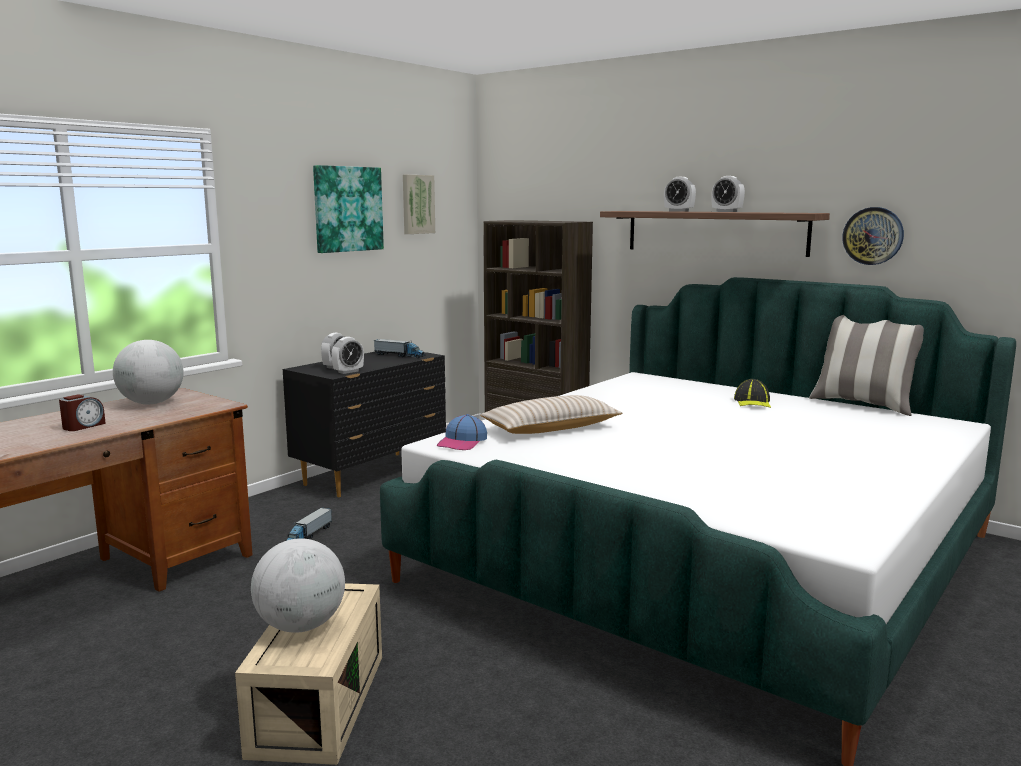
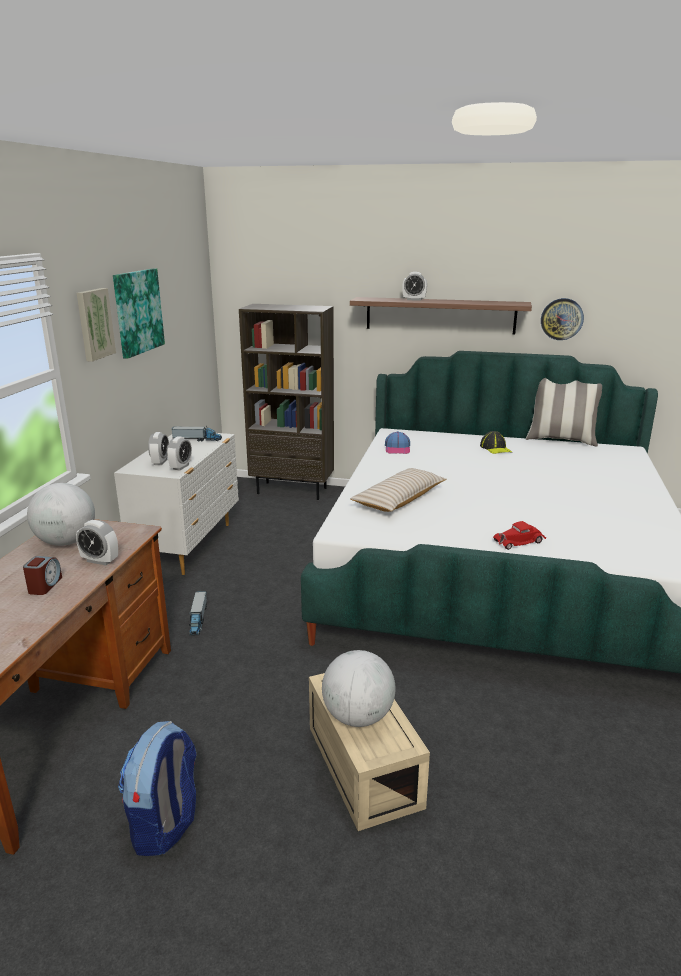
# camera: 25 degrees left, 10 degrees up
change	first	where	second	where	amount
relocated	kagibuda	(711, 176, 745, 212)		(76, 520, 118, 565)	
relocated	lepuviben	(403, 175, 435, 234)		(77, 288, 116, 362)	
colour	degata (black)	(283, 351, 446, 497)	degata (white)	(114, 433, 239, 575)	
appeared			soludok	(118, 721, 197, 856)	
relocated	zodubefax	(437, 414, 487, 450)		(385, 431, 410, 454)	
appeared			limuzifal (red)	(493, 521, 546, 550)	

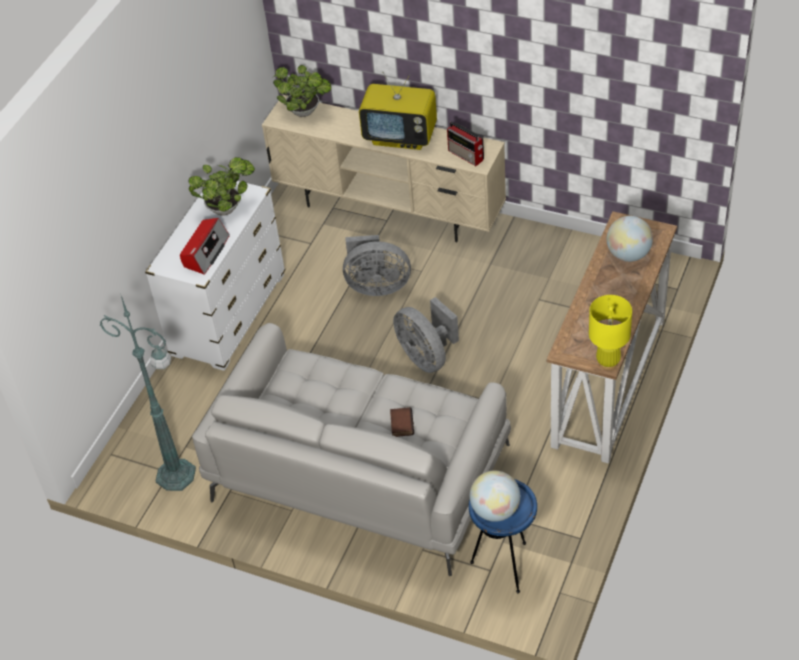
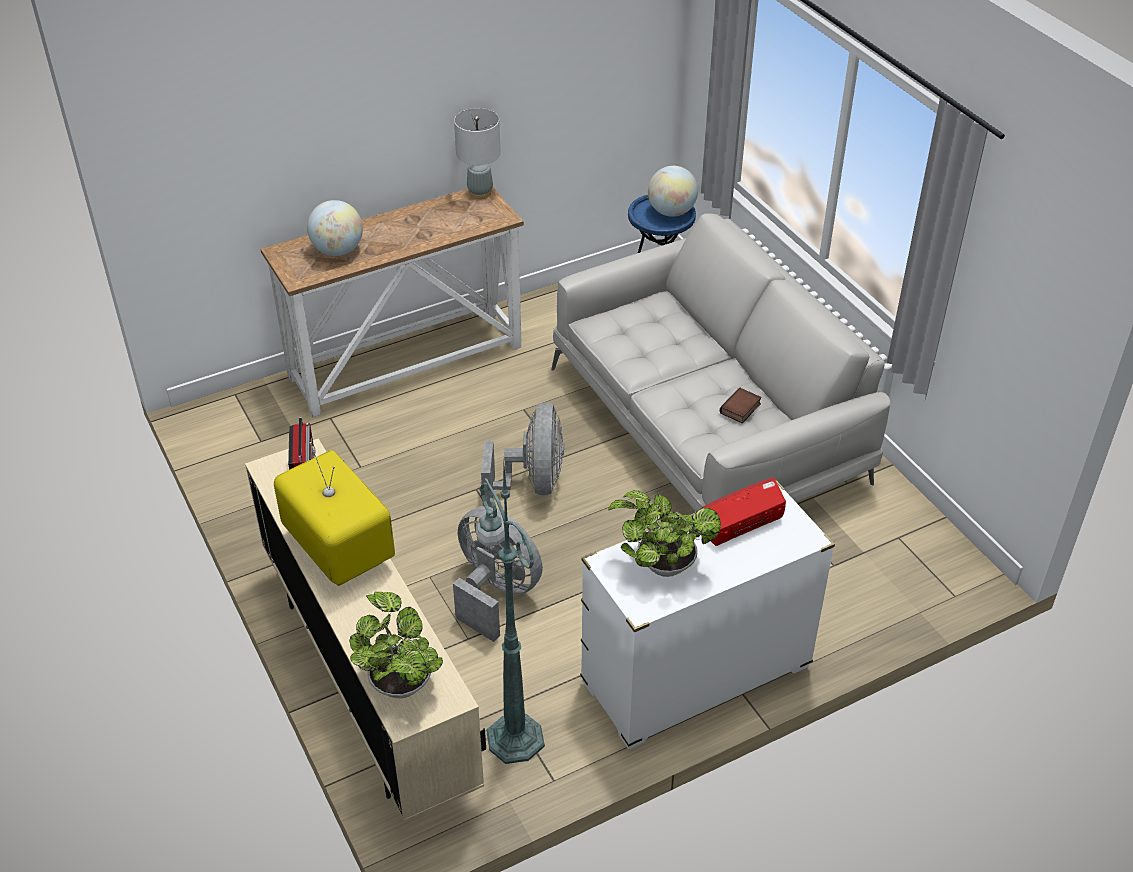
# camera: 145 degrees left, 5 degrees down
change	first	where	second	where	amount
colour	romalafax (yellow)	(589, 295, 632, 370)	romalafax (grey)	(454, 108, 501, 199)	
relocated	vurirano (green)	(100, 293, 196, 491)		(476, 465, 545, 764)	
relocated	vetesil	(390, 407, 414, 437)		(720, 387, 762, 423)	

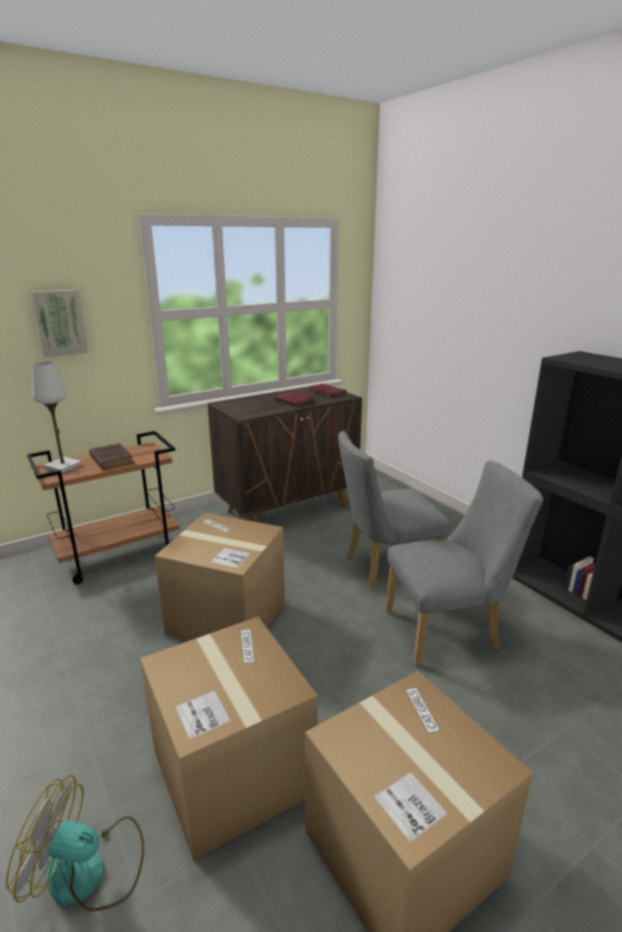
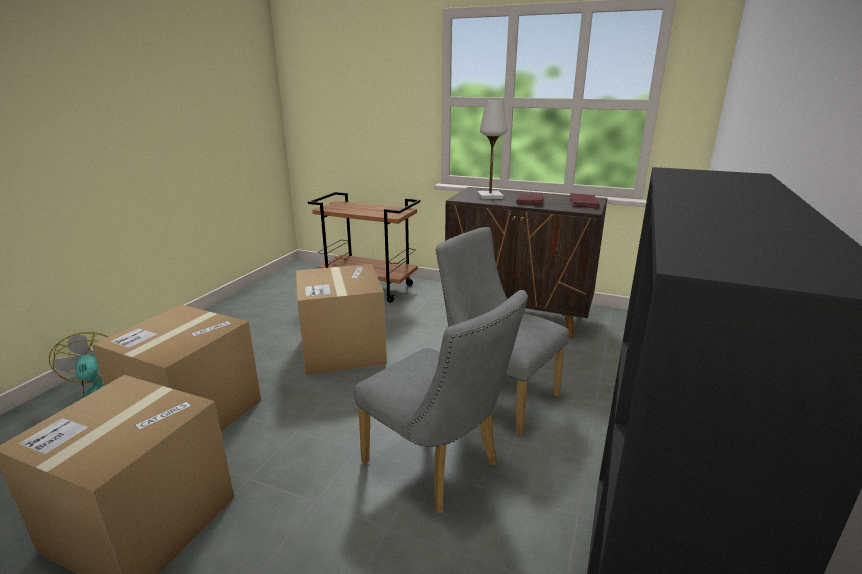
# camera: 55 degrees right, 0 degrees up
change	first	where	second	where	amount
relocated	romalafax (white)	(32, 361, 82, 473)		(477, 99, 507, 200)	
missing	lepuviben	(31, 290, 88, 357)			
missing	vetesil (brown)	(89, 443, 134, 470)			

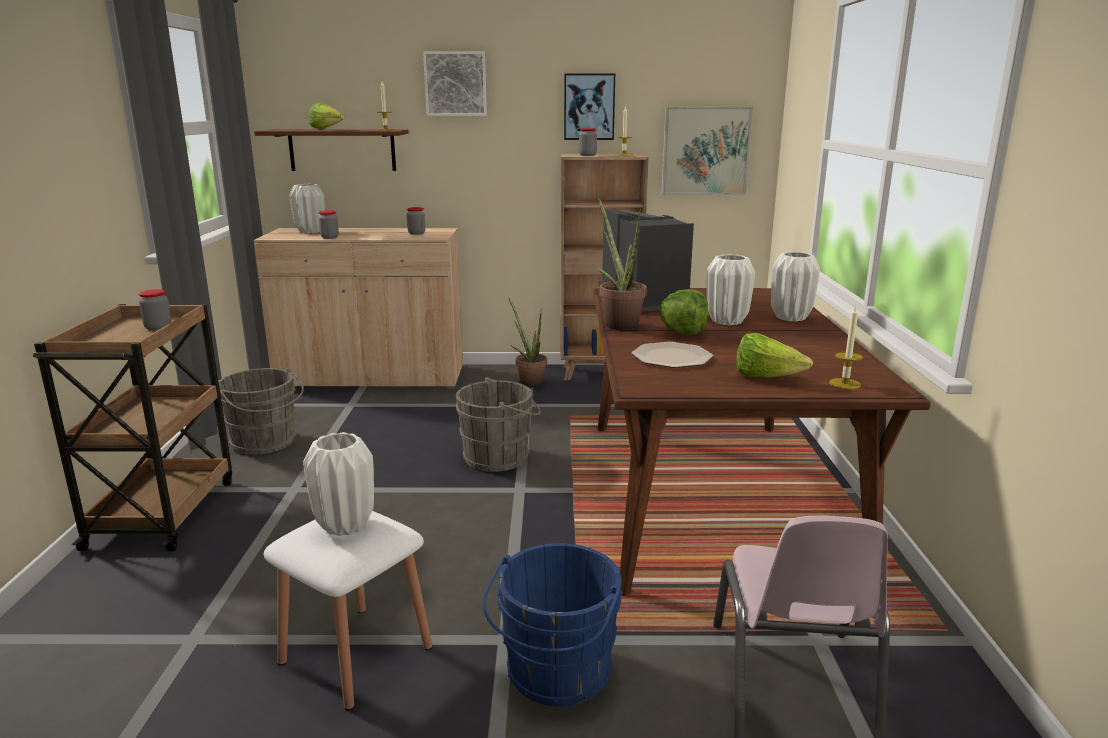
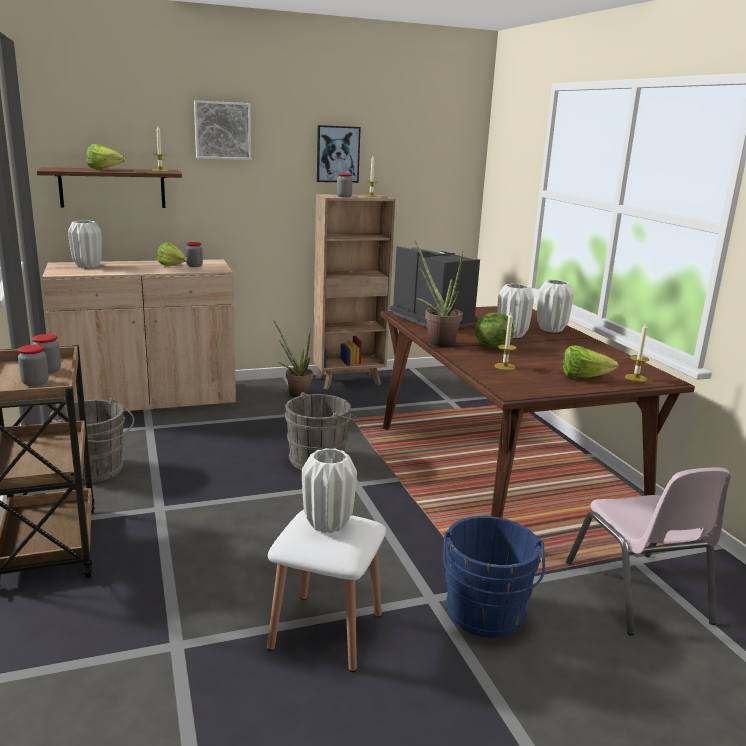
# camera: 20 degrees left, 0 degrees up
change	first	where	second	where	amount
relocated	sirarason	(319, 210, 339, 239)		(18, 345, 49, 386)	
appeared			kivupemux	(157, 242, 187, 266)	
exchanged	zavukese	(632, 342, 713, 368)	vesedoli	(494, 313, 516, 370)	
missing	lepuviben	(662, 107, 753, 195)			

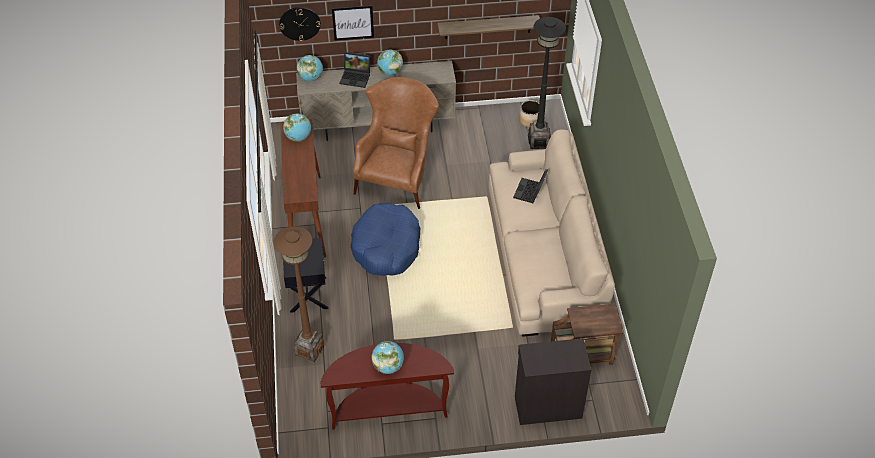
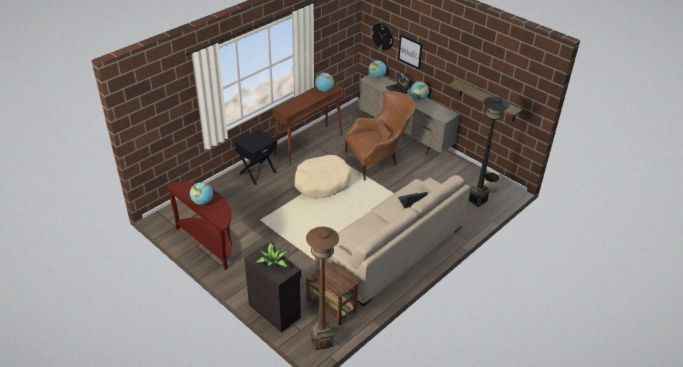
# camera: 50 degrees right, 10 degrees down
change	first	where	second	where	amount
appeared			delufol	(255, 242, 289, 268)	
colour	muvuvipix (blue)	(351, 203, 420, 276)	muvuvipix (beige)	(294, 155, 352, 198)	
relocated	vurirano (brown)	(274, 226, 324, 362)		(306, 227, 339, 350)	

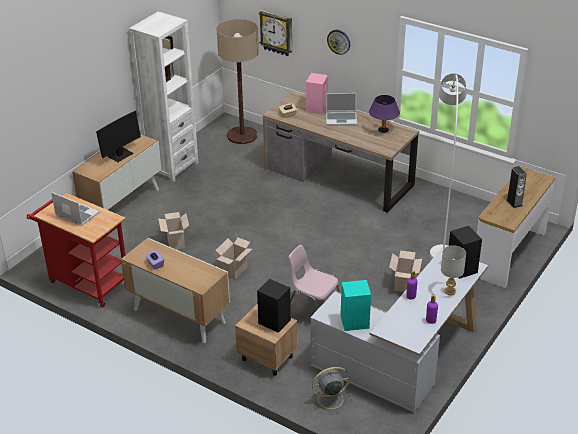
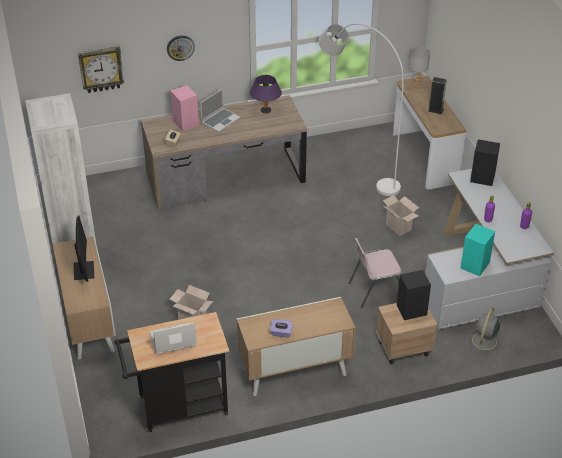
# camera: 50 degrees left, 5 degrees up
change	first	where	second	where	amount
colour	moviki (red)	(27, 193, 125, 307)	moviki (black)	(114, 312, 229, 432)	
relocated	romalafax (grey)	(441, 245, 466, 295)		(410, 47, 430, 88)	
missing	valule	(216, 238, 252, 279)			
missing	vurirano	(217, 19, 259, 144)			

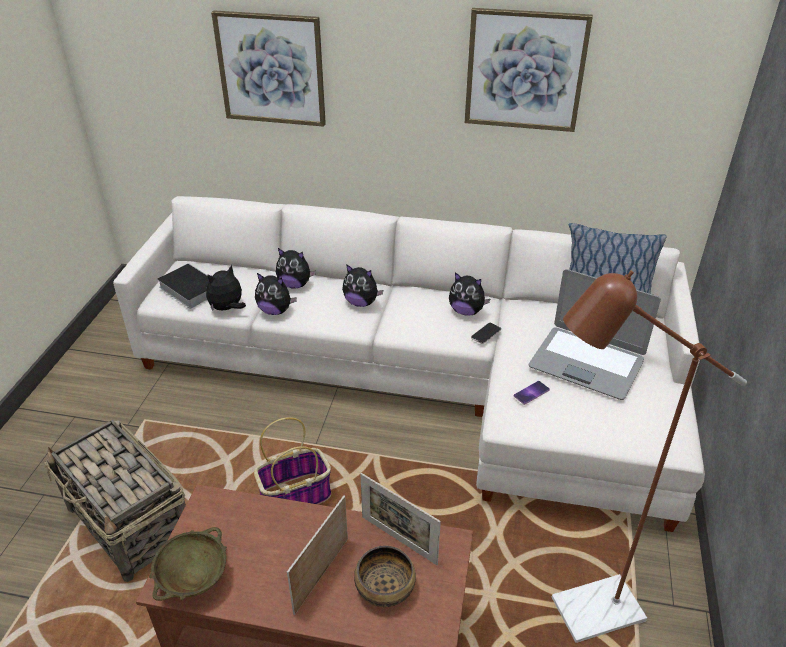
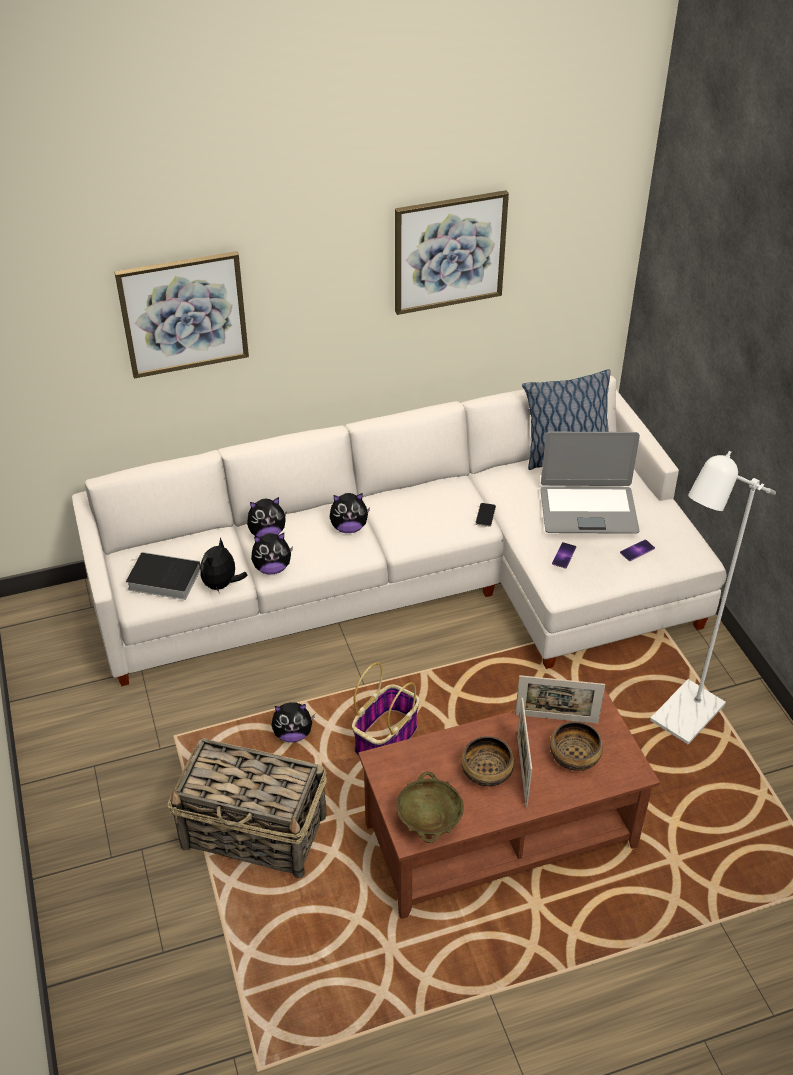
# camera: 30 degrees left, 5 degrees up
change	first	where	second	where	amount
relocated	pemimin	(449, 272, 490, 316)		(272, 702, 315, 742)	
appeared			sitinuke	(461, 736, 514, 786)	
appeared			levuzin	(620, 539, 655, 561)	
colour	vurirano (brown)	(552, 271, 747, 643)	vurirano (white)	(650, 451, 776, 744)	

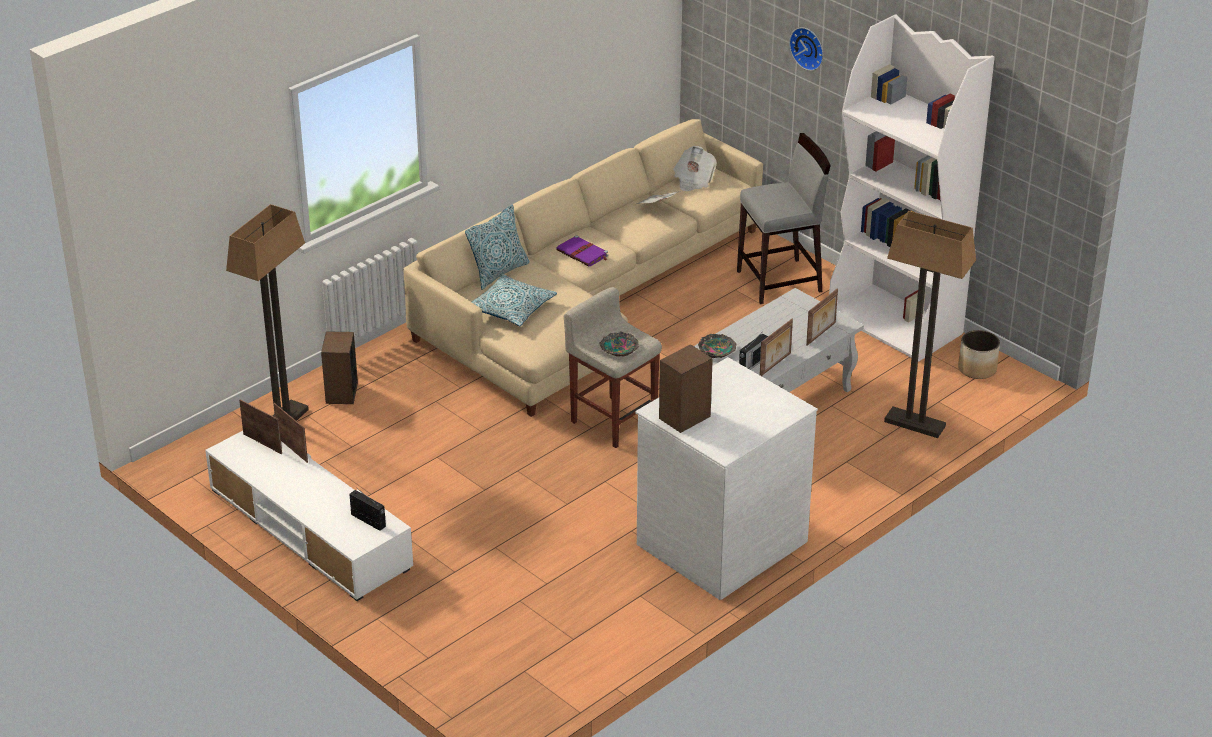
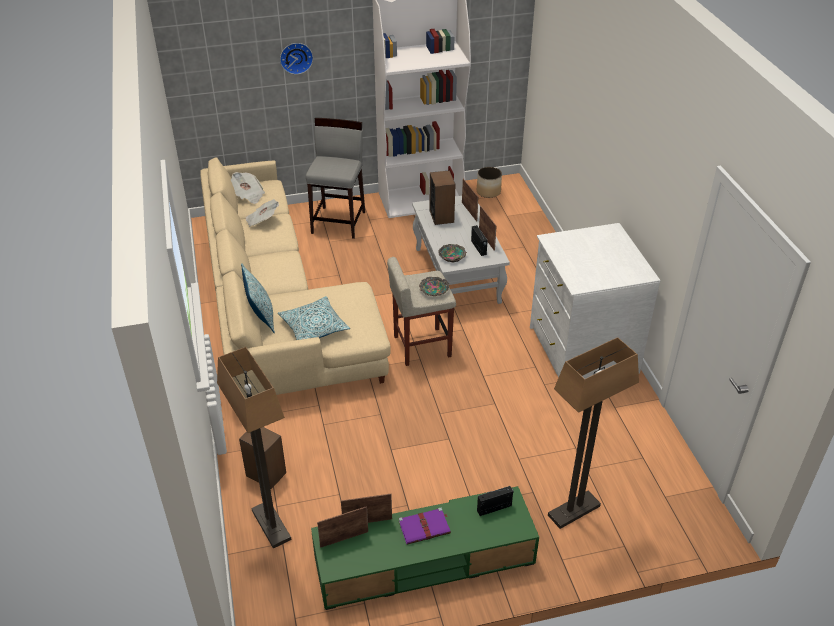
# camera: 60 degrees left, 5 degrees up
change	first	where	second	where	amount
colour	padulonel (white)	(205, 431, 413, 601)	padulonel (green)	(311, 486, 539, 610)	
relocated	vetesil (purple)	(556, 235, 608, 267)		(399, 508, 451, 544)	
relocated	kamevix	(659, 344, 713, 433)		(429, 170, 455, 225)	
relocated	vurirano	(884, 211, 976, 438)		(548, 337, 639, 529)	

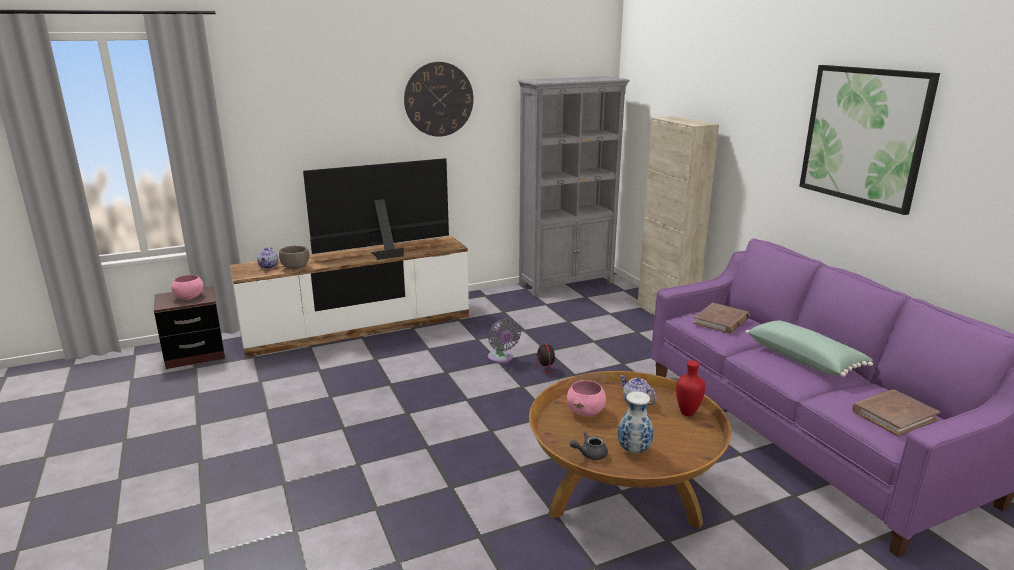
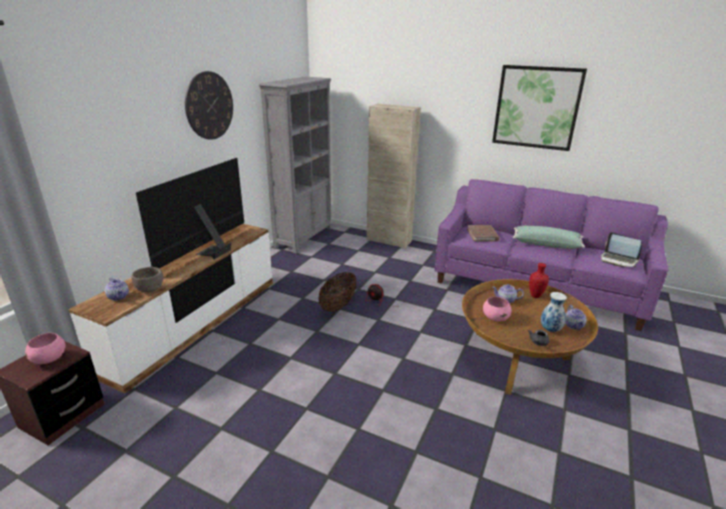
# camera: 40 degrees left, 5 degrees up
change	first	where	second	where	amount
exchanged	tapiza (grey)	(488, 318, 521, 363)	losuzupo	(318, 272, 357, 312)	
appeared			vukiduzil	(565, 305, 587, 330)	
exchanged	vetesil (brown)	(852, 390, 940, 436)	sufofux	(601, 232, 642, 267)	

